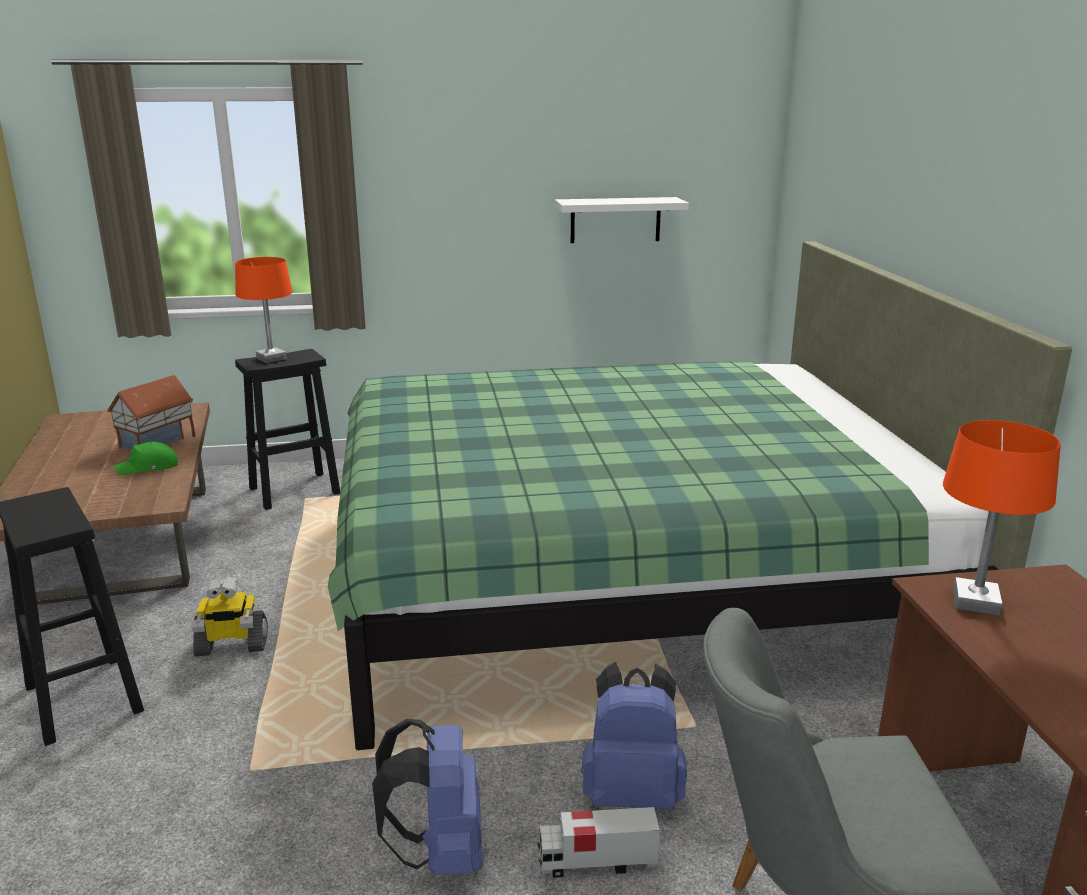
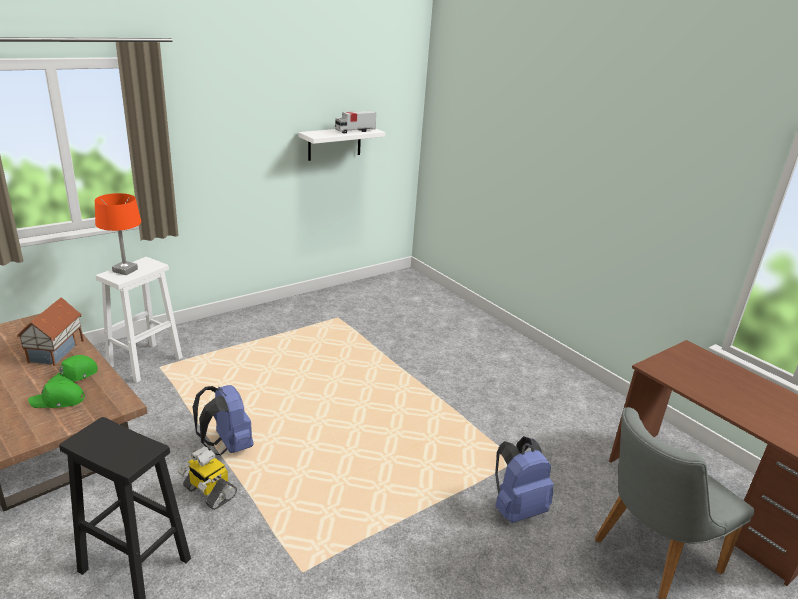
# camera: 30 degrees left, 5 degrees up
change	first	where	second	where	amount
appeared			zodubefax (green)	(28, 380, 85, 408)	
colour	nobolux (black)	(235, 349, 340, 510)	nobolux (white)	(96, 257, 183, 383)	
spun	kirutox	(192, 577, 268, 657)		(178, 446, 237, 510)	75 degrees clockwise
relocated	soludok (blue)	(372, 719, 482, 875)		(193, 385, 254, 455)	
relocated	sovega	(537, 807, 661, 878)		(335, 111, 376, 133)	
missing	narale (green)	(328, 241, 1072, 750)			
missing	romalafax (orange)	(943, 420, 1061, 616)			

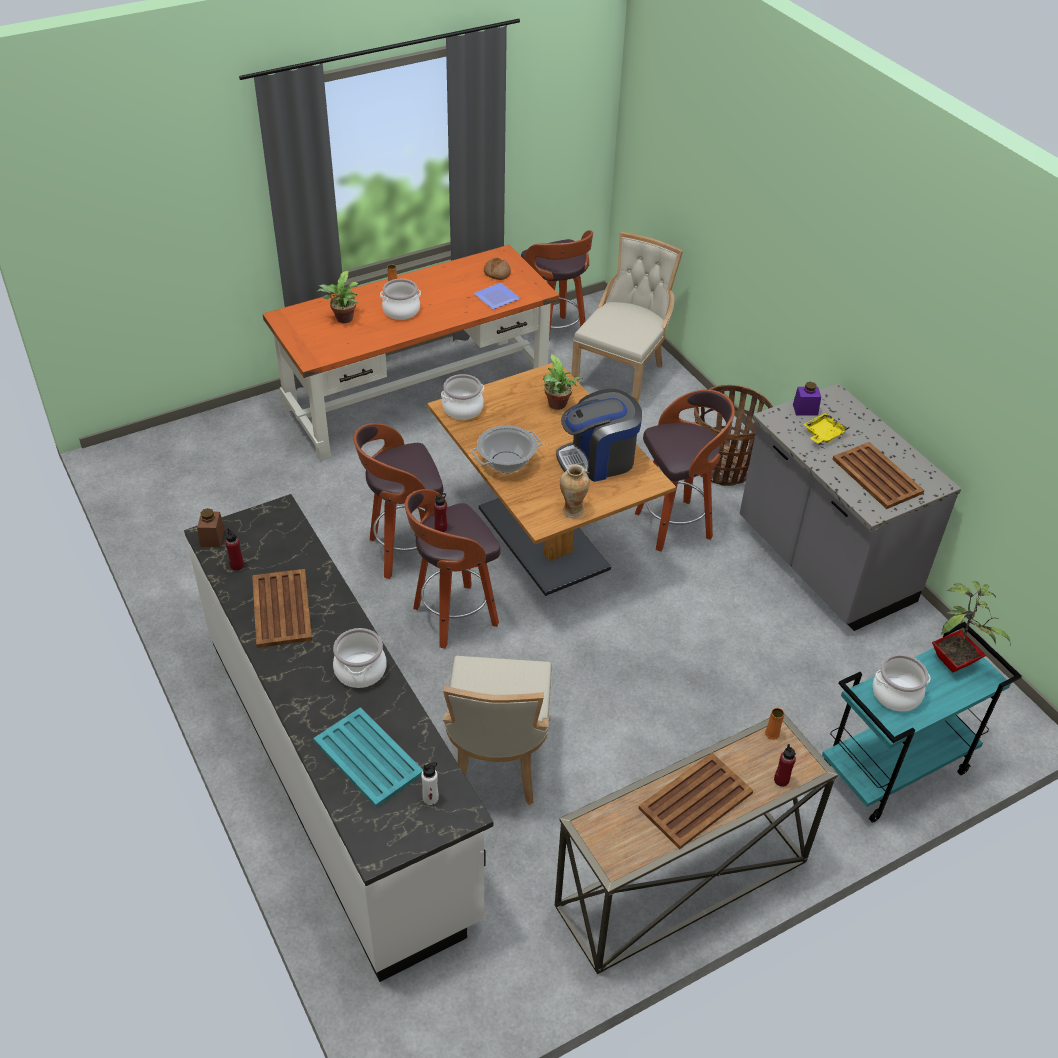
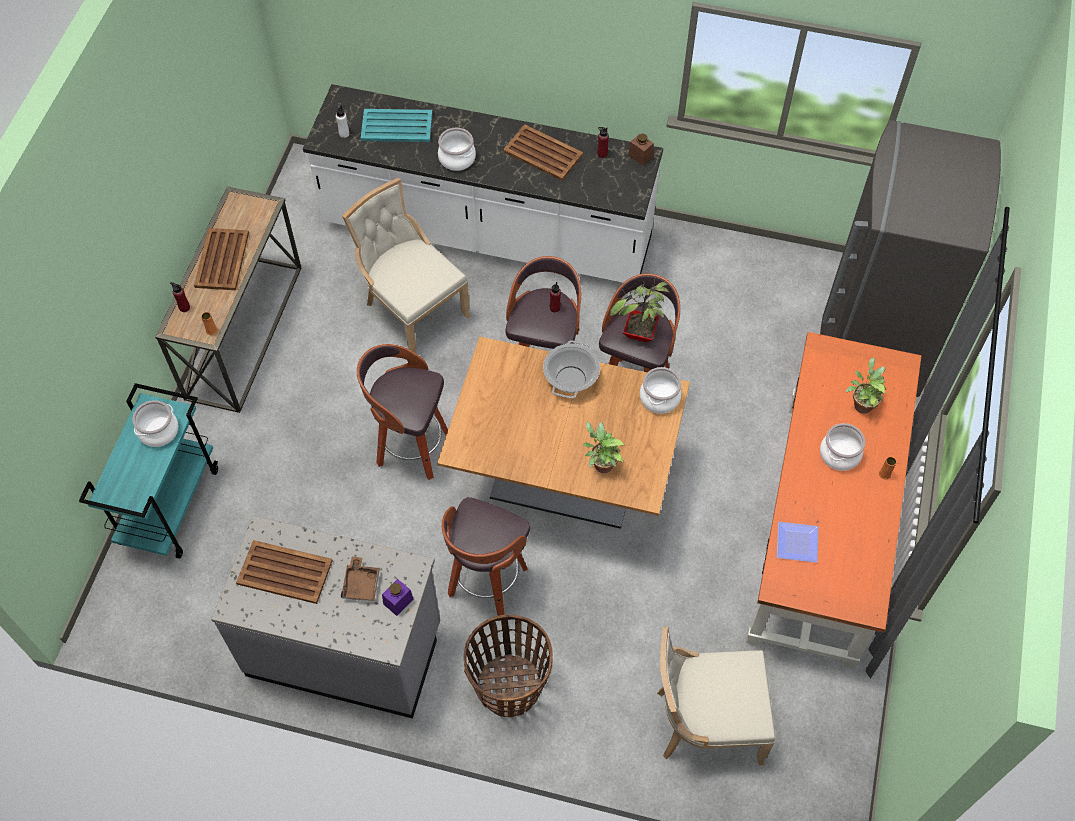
# camera: 135 degrees right, 15 degrees up
change	first	where	second	where	amount
colour	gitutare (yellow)	(803, 413, 849, 443)	gitutare (brown)	(341, 557, 380, 601)	
relocated	nobolux	(521, 230, 593, 338)		(357, 344, 448, 480)	
relocated	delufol	(932, 581, 1010, 672)		(609, 278, 670, 342)	
spun	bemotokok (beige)	(571, 232, 683, 403)		(657, 627, 776, 765)	105 degrees clockwise
appeared			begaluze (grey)	(820, 120, 1001, 397)	
missing	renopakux	(484, 258, 511, 280)			
missing	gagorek	(556, 389, 642, 482)			
missing	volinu	(560, 464, 590, 518)			

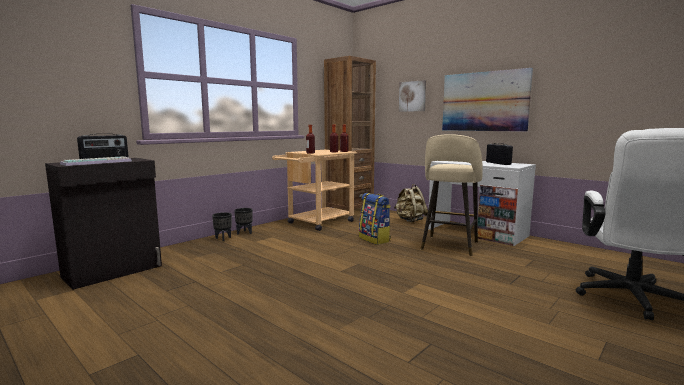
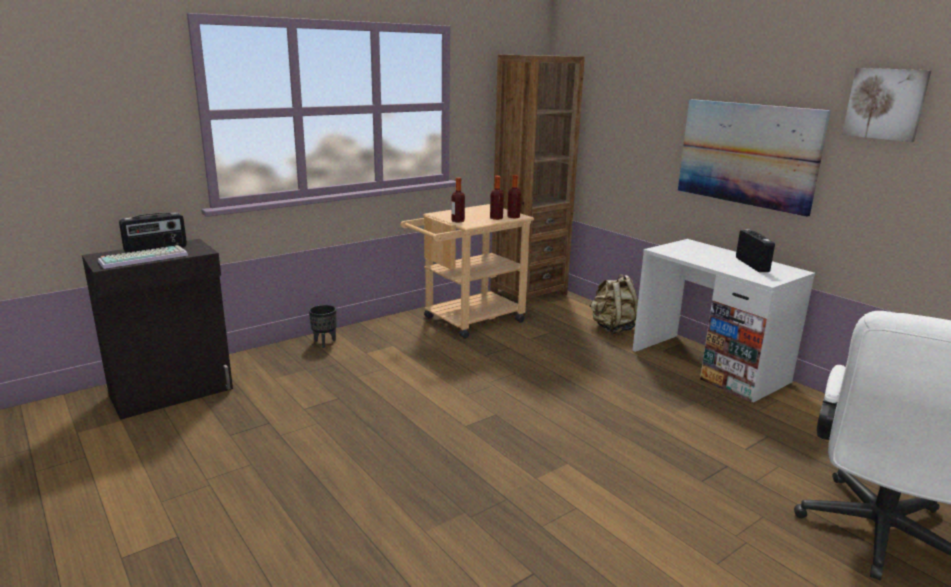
# camera: 10 degrees right, 10 degrees up
change	first	where	second	where	amount
relocated	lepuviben	(399, 80, 426, 112)		(842, 68, 932, 142)	
missing	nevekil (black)	(234, 208, 253, 235)			
missing	soludok	(359, 193, 391, 245)			
missing	nobolux (beige)	(421, 134, 483, 256)			

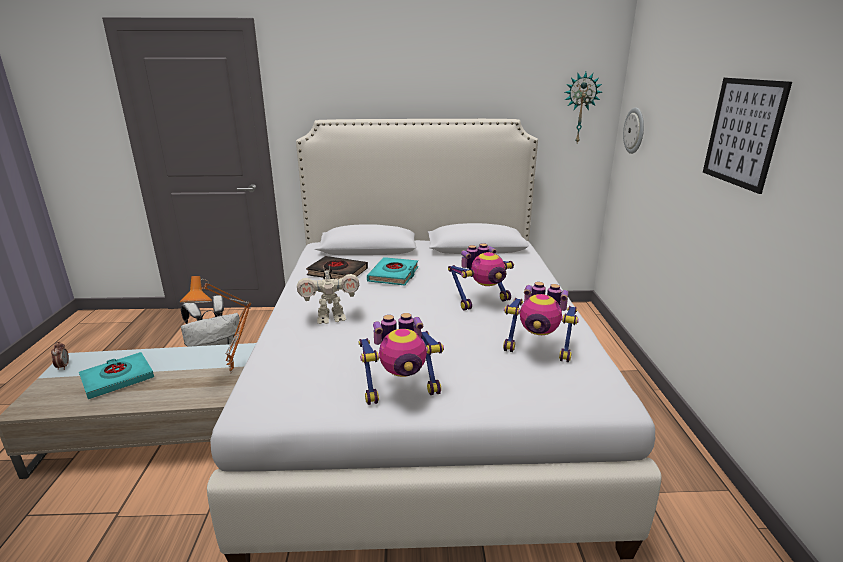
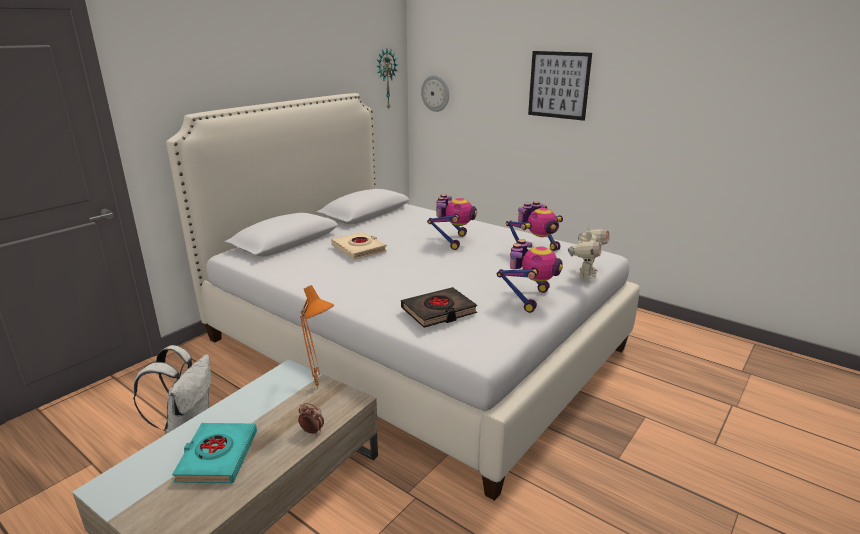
# camera: 50 degrees left, 0 degrees up
change	first	where	second	where	amount
relocated	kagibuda	(51, 341, 69, 370)		(298, 403, 324, 435)	
colour	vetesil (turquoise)	(367, 257, 419, 286)	vetesil (beige)	(331, 232, 387, 260)	
relocated	vetesil (black)	(306, 256, 368, 280)		(401, 287, 477, 328)	
relocated	kirutox	(297, 267, 359, 324)		(568, 226, 610, 279)	

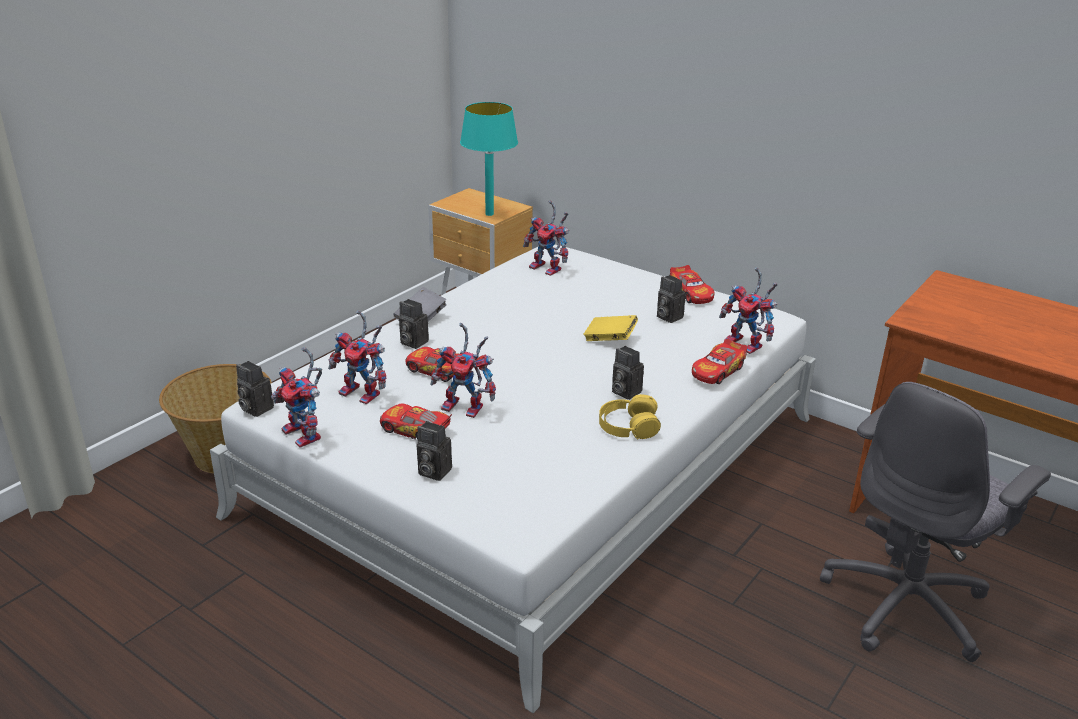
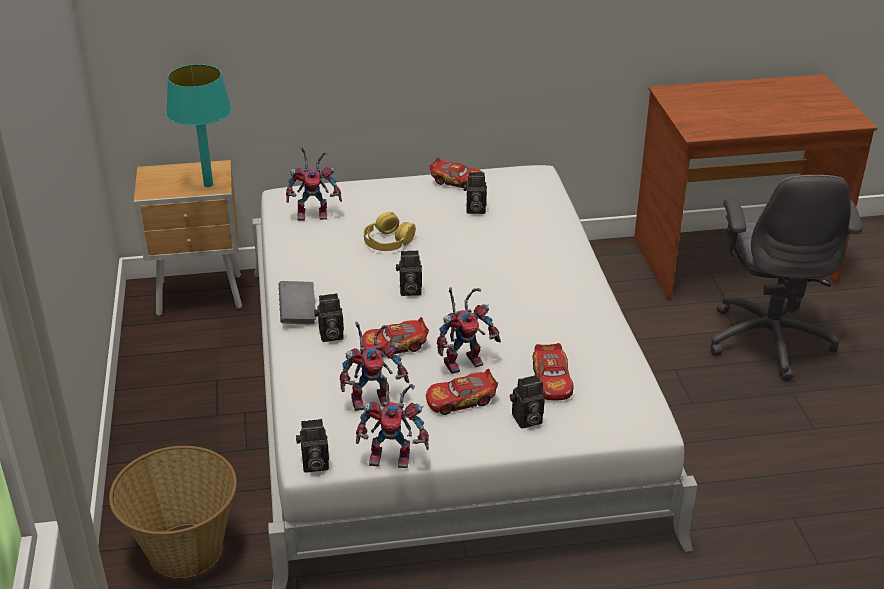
# camera: 45 degrees left, 5 degrees up
change	first	where	second	where	amount
relocated	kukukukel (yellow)	(599, 394, 661, 439)		(364, 212, 416, 251)	
relocated	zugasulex	(612, 346, 644, 400)		(396, 250, 422, 296)	
relocated	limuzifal	(692, 338, 747, 384)		(532, 343, 573, 401)	
missing	vetesil (yellow)	(583, 315, 638, 341)			
missing	kirutox	(719, 267, 778, 354)			

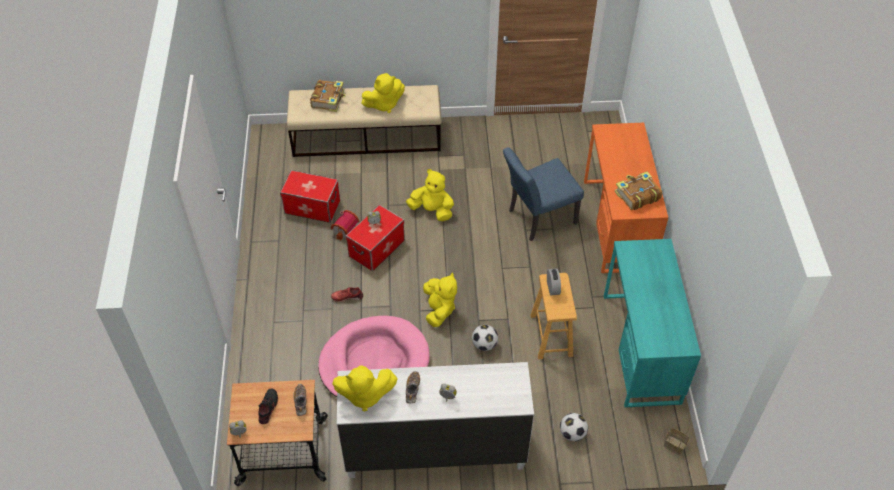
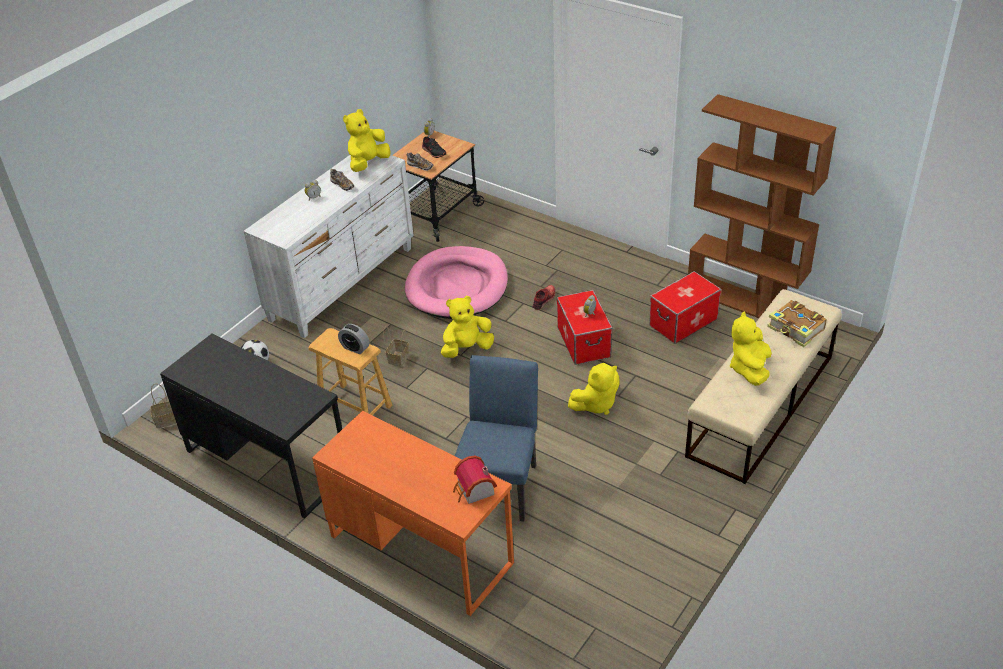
# camera: 130 degrees right, 10 degrees down
change	first	where	second	where	amount
colour	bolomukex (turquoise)	(604, 239, 701, 407)	bolomukex (black)	(160, 333, 342, 518)	
exchanged	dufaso	(472, 325, 498, 351)	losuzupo	(383, 326, 409, 366)	
spun	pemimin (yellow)	(423, 273, 457, 327)		(441, 296, 494, 358)	120 degrees clockwise
relocated	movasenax	(331, 210, 360, 241)		(453, 456, 497, 504)	
appeared			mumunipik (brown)	(688, 94, 836, 318)	
missing	vetesil	(615, 171, 662, 210)			

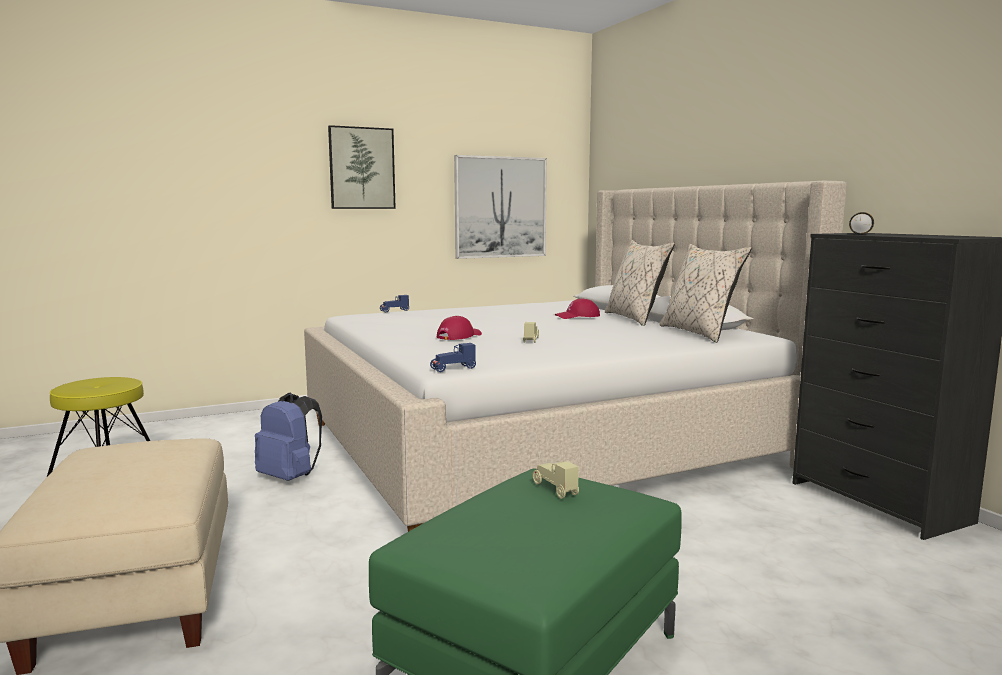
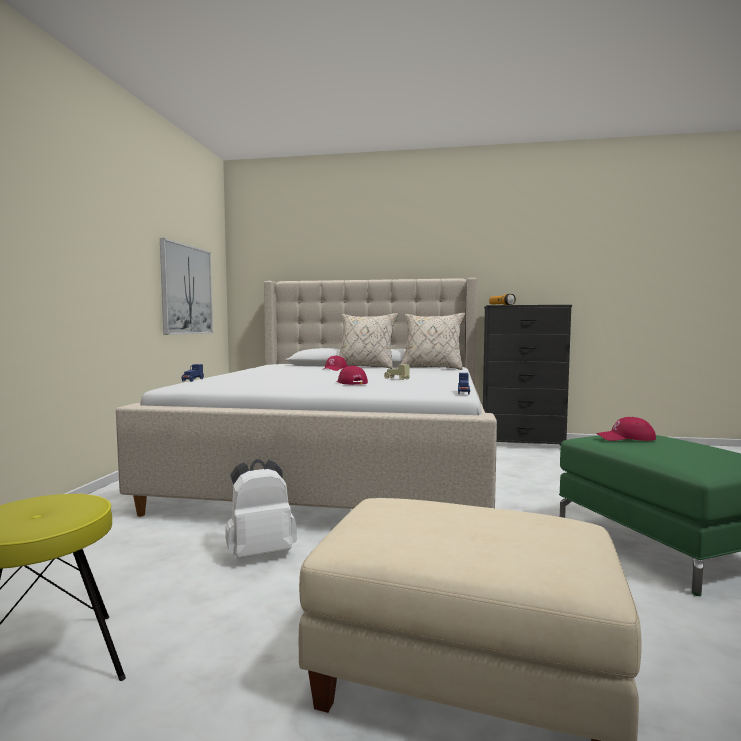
# camera: 55 degrees left, 5 degrees down
change	first	where	second	where	amount
colour	soludok (blue)	(255, 392, 322, 481)	soludok (white)	(225, 459, 297, 559)	
exchanged	limuzifal (beige)	(532, 461, 579, 499)	zodubefax (red)	(596, 417, 656, 441)	
missing	lepuviben	(328, 125, 396, 209)			

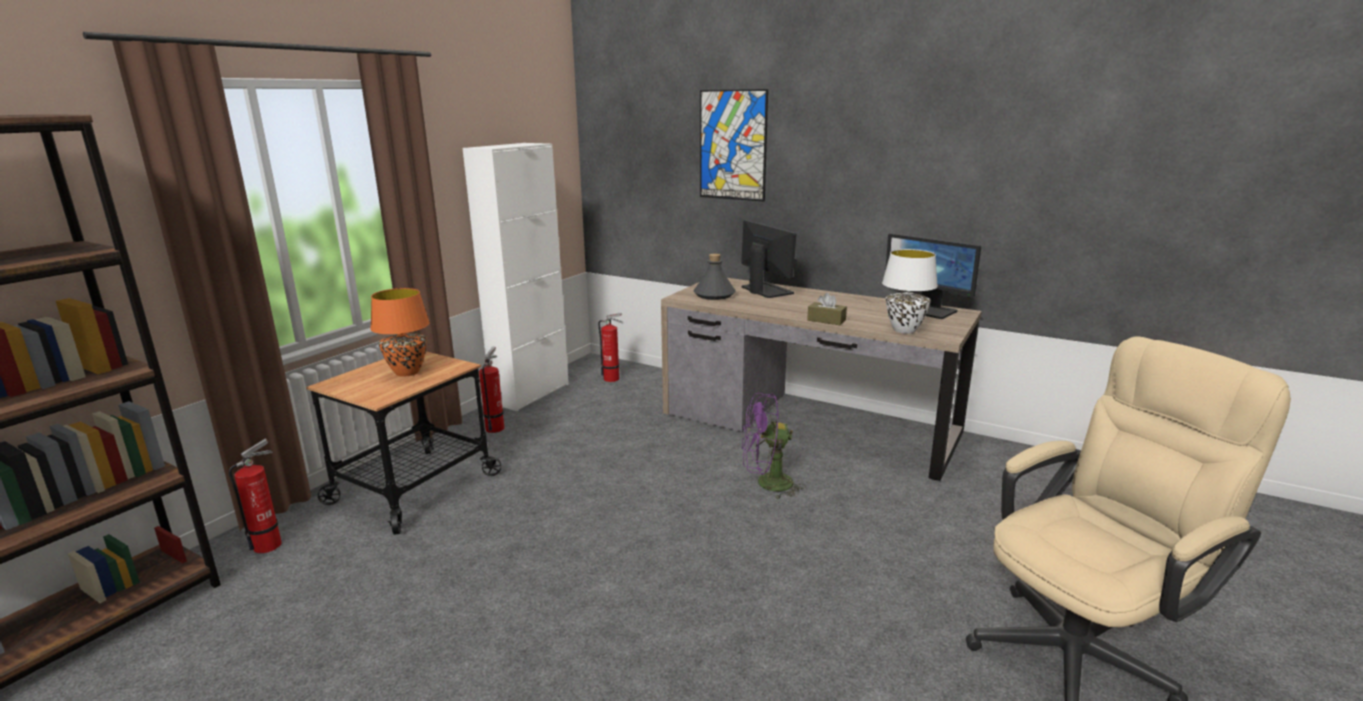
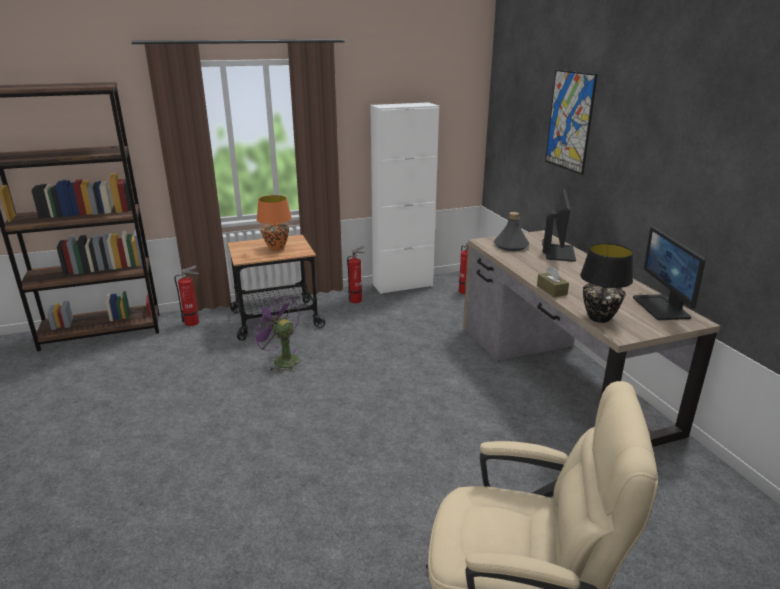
# camera: 40 degrees right, 5 degrees up
change	first	where	second	where	amount
relocated	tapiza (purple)	(742, 393, 806, 499)		(250, 296, 300, 373)	
colour	romalafax (white)	(882, 249, 938, 334)	romalafax (black)	(580, 243, 633, 323)	

